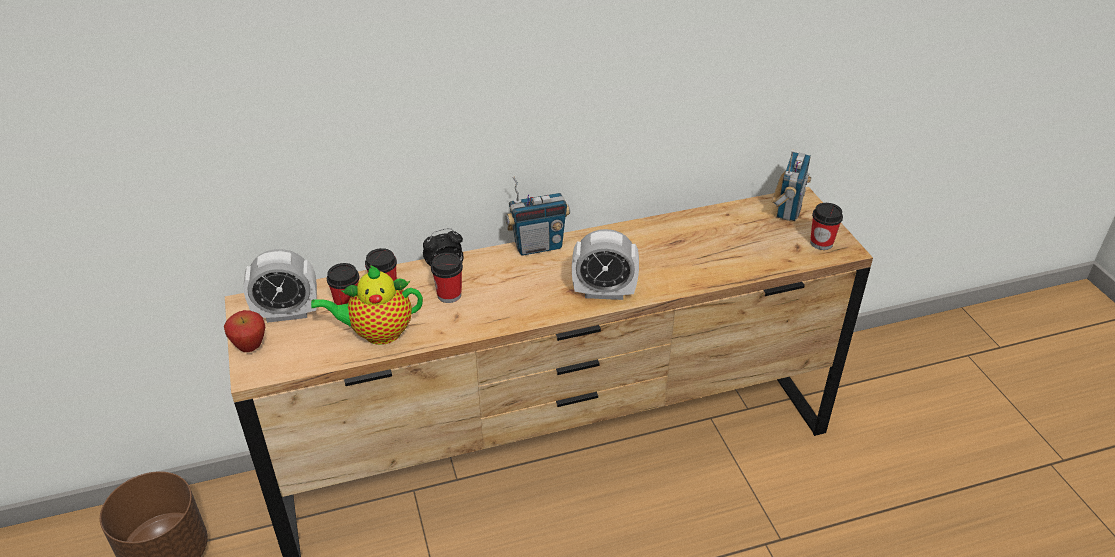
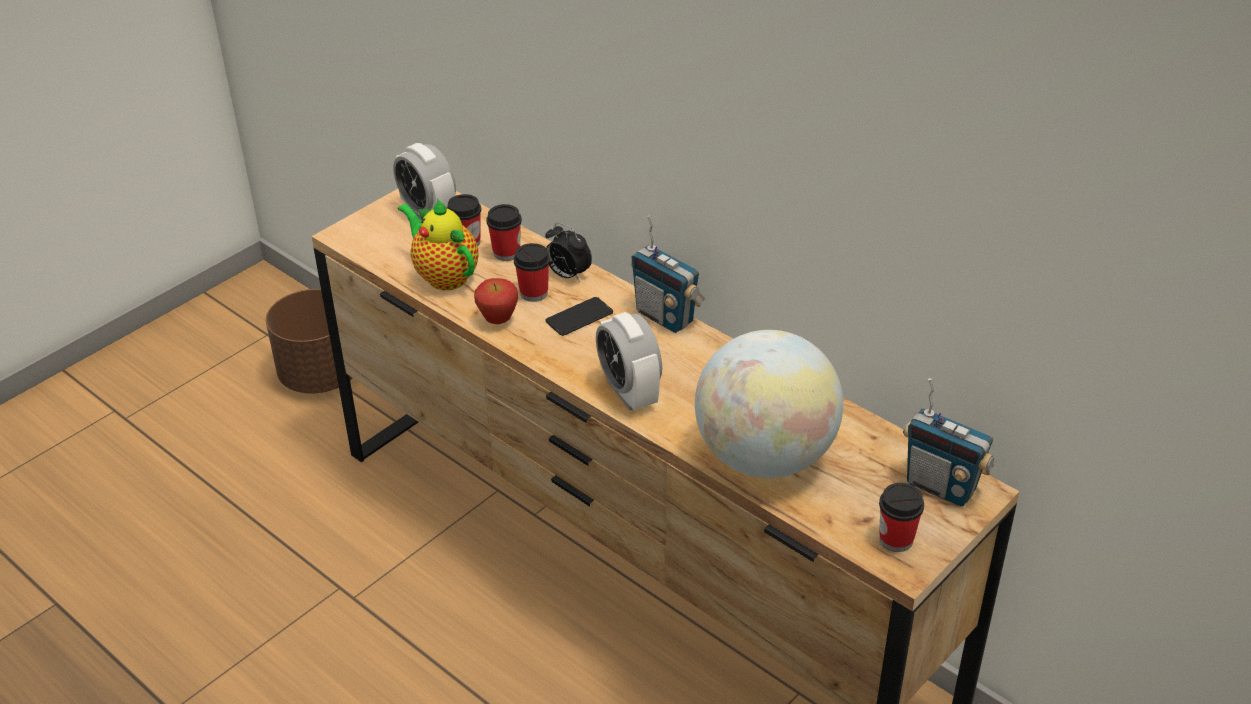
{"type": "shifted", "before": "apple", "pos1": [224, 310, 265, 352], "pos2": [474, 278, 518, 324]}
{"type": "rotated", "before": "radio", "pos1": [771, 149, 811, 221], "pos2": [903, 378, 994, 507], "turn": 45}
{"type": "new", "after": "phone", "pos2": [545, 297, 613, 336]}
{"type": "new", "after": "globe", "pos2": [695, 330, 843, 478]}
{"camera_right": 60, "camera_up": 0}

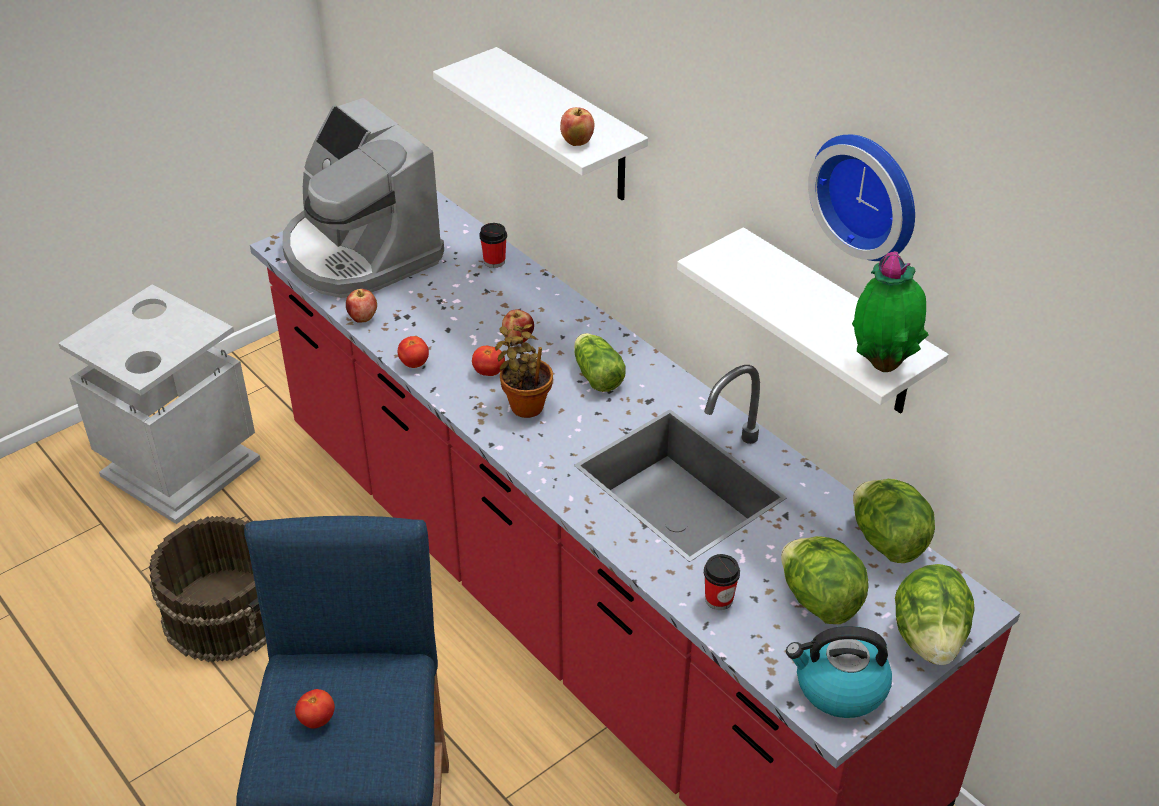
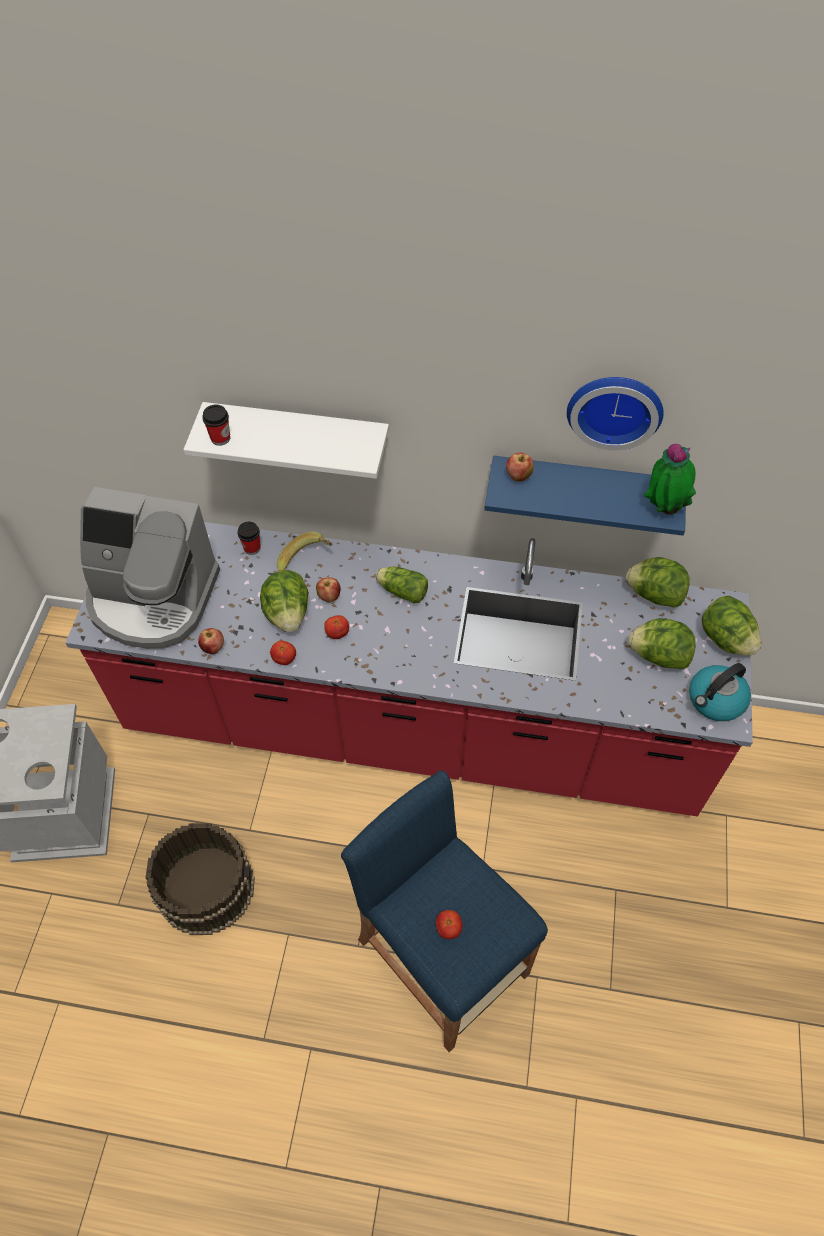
{"type": "gone", "before": "potted plant", "pos1": [495, 324, 553, 418]}
{"type": "shifted", "before": "apple", "pos1": [560, 107, 595, 146], "pos2": [506, 453, 533, 482]}
{"type": "repainted", "before": "white shelf", "after": "blue shelf", "pos1": [677, 227, 949, 414], "pos2": [484, 456, 686, 536]}
{"type": "shifted", "before": "cup", "pos1": [704, 554, 740, 610], "pos2": [202, 404, 230, 446]}
{"type": "new", "after": "lettuce", "pos2": [260, 570, 309, 632]}
{"type": "new", "after": "banana", "pos2": [277, 531, 332, 571]}
{"camera_right": -40, "camera_up": 15}

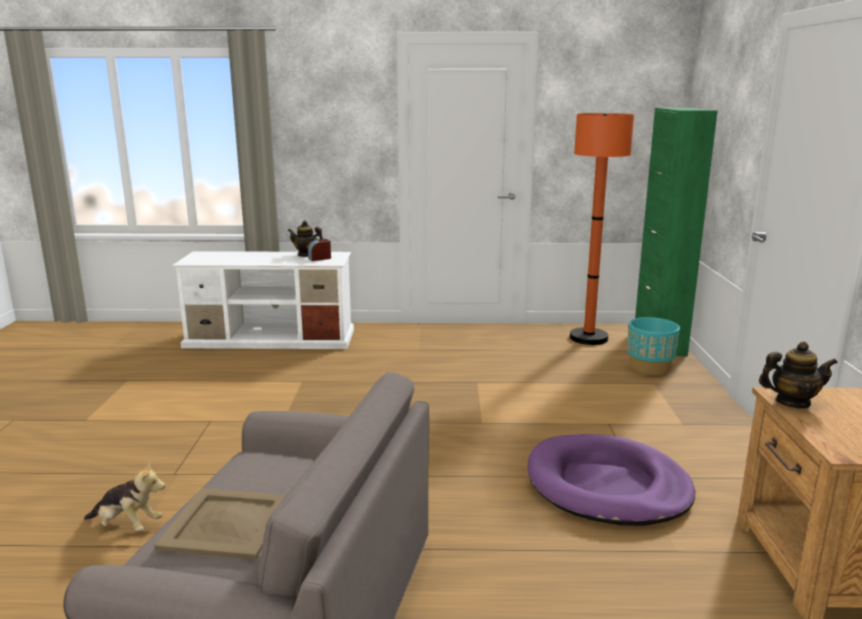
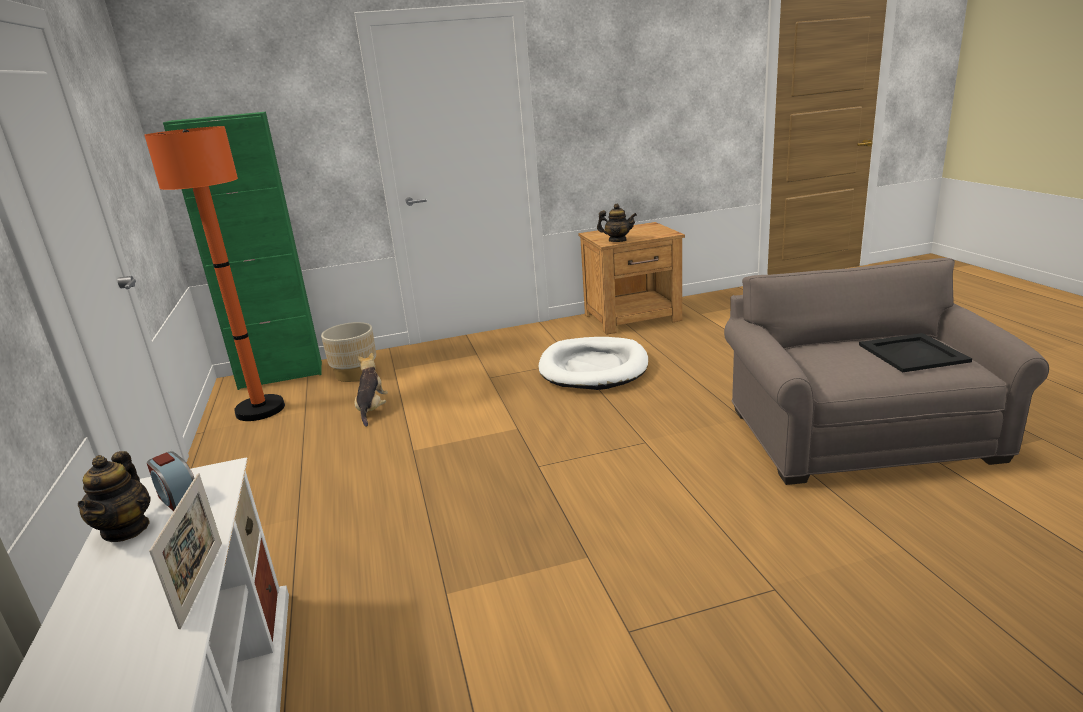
{"type": "shifted", "before": "plush toy", "pos1": [84, 461, 165, 531], "pos2": [355, 353, 388, 427]}
{"type": "repainted", "before": "beige tray", "after": "black tray", "pos1": [154, 488, 286, 559], "pos2": [859, 333, 972, 372]}
{"type": "repainted", "before": "purple dog bed", "after": "white dog bed", "pos1": [528, 434, 695, 526], "pos2": [539, 337, 648, 390]}
{"type": "repainted", "before": "turquoise planter", "after": "beige planter", "pos1": [627, 317, 680, 375], "pos2": [321, 322, 376, 382]}
{"type": "rotated", "before": "teapot", "pos1": [759, 341, 838, 408], "pos2": [597, 204, 637, 242], "turn": 120}
{"type": "new", "after": "picture frame", "pos2": [149, 473, 222, 629]}
{"camera_right": -105, "camera_up": 5}

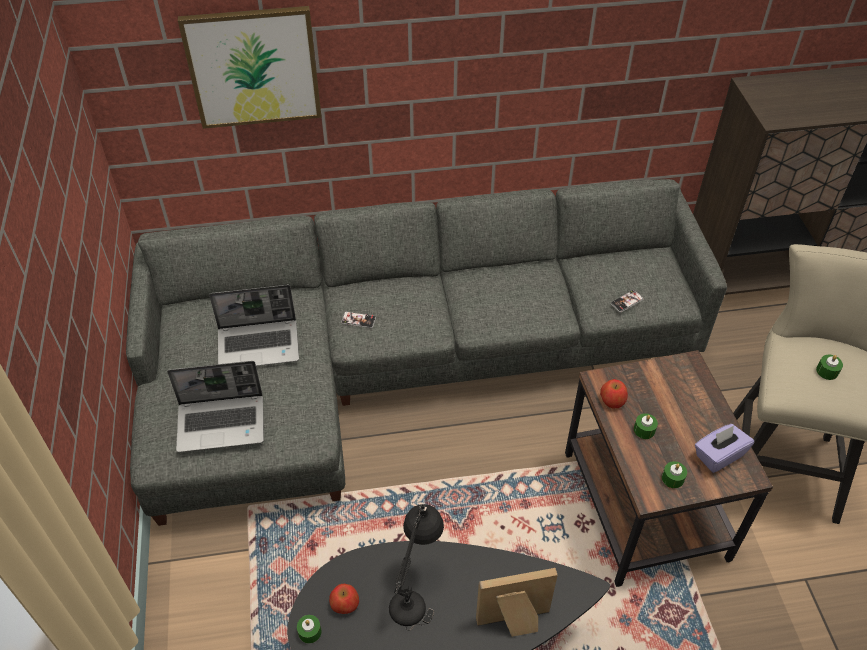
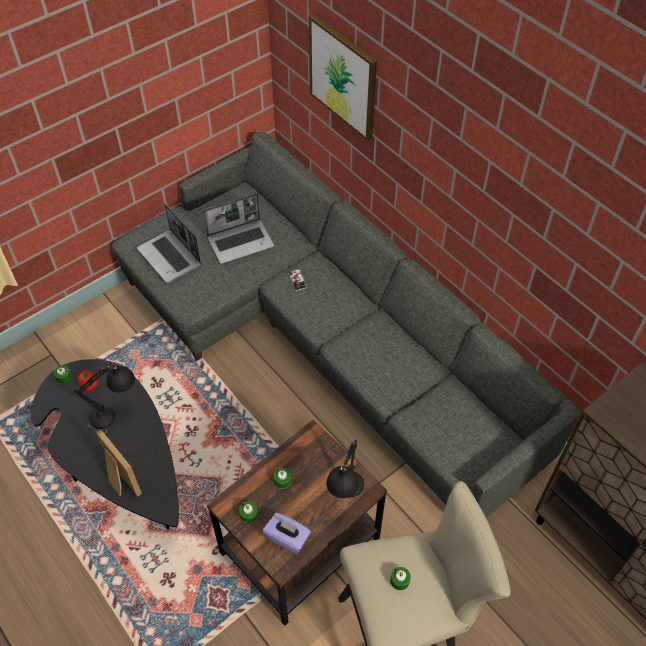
{"type": "rotated", "before": "laptop", "pos1": [209, 285, 299, 366], "pos2": [203, 193, 274, 264], "turn": -75}
{"type": "gone", "before": "apple", "pos1": [600, 379, 628, 408]}
{"type": "gone", "before": "phone", "pos1": [610, 290, 644, 312]}
{"type": "new", "after": "black table lamp", "pos2": [326, 439, 364, 498]}
{"camera_right": 60, "camera_up": 5}

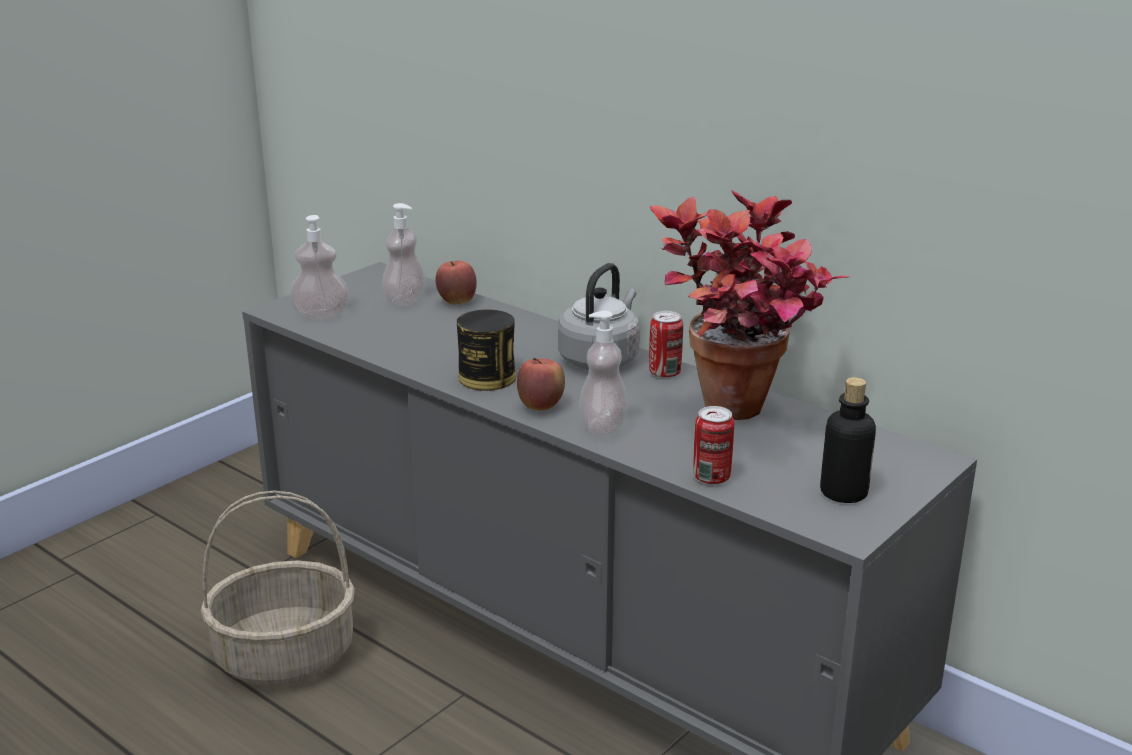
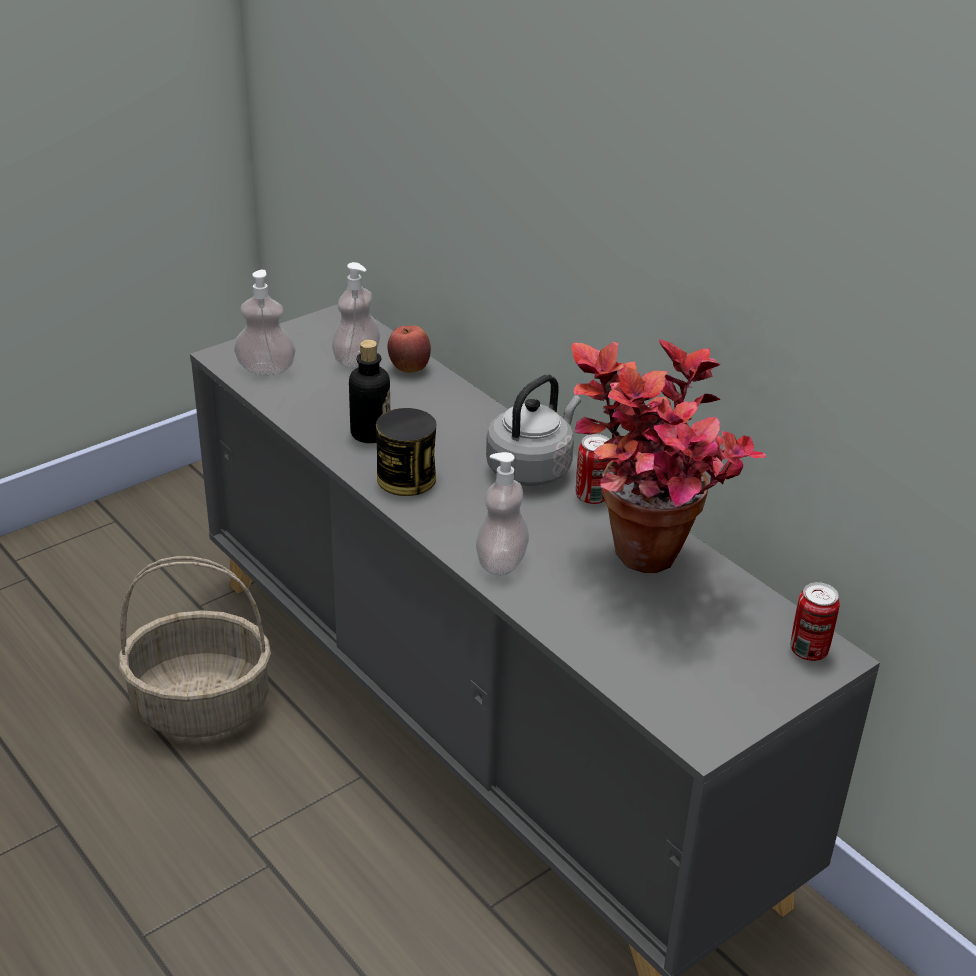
{"type": "gone", "before": "apple", "pos1": [517, 357, 565, 411]}
{"type": "shifted", "before": "can", "pos1": [693, 406, 734, 485], "pos2": [791, 582, 840, 661]}
{"type": "shifted", "before": "bottle", "pos1": [820, 377, 876, 503], "pos2": [349, 340, 390, 443]}
{"camera_right": 10, "camera_up": 10}

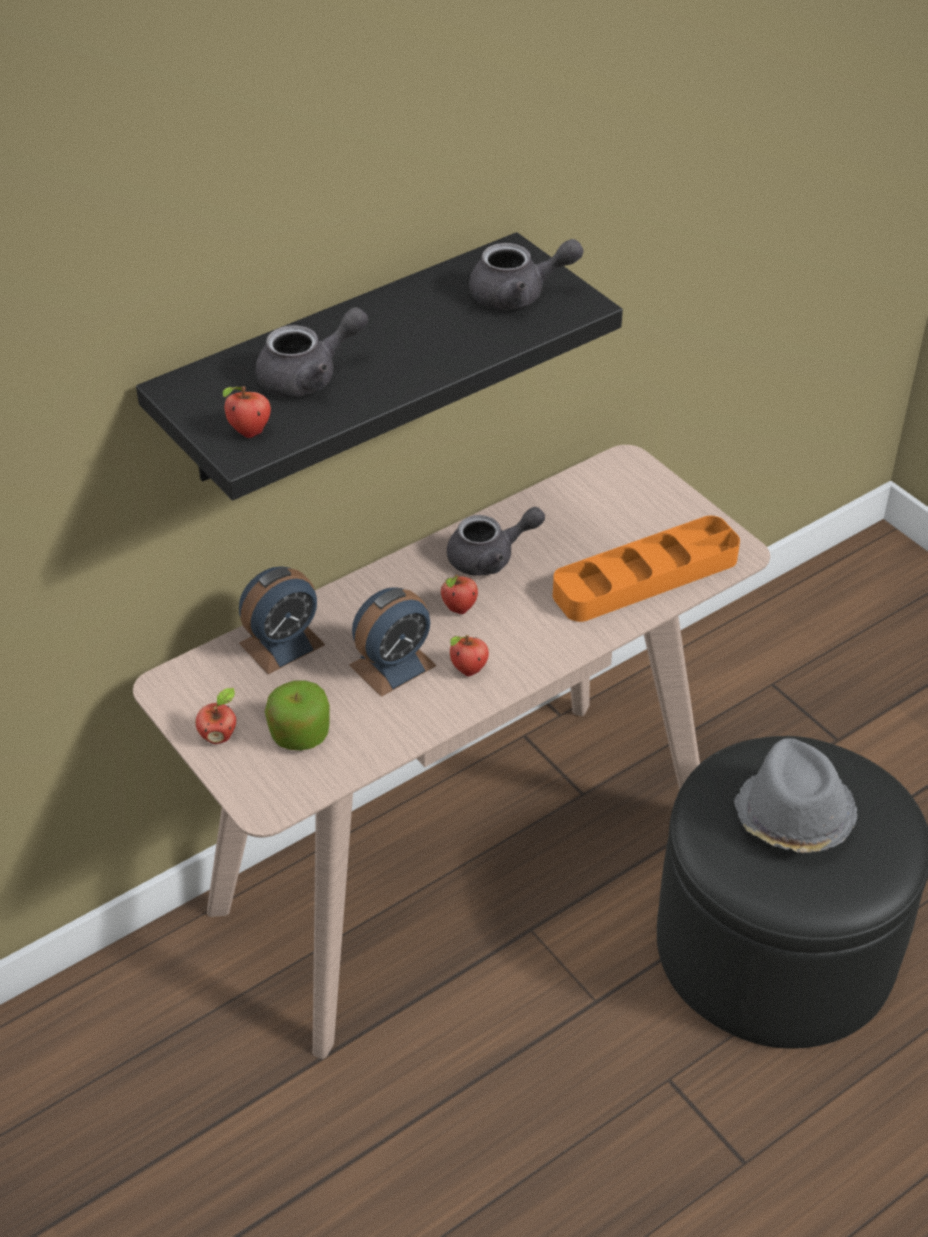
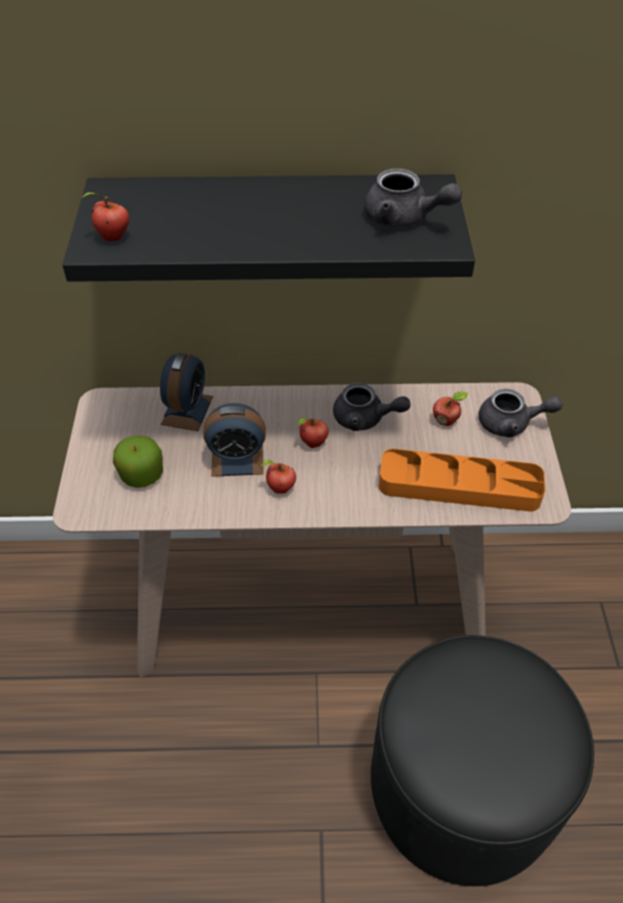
{"type": "shifted", "before": "apple", "pos1": [195, 688, 236, 744], "pos2": [433, 391, 468, 426]}
{"type": "rotated", "before": "alarm clock", "pos1": [239, 567, 325, 674], "pos2": [160, 353, 213, 431], "turn": -75}
{"type": "shifted", "before": "grey teapot", "pos1": [255, 307, 368, 397], "pos2": [479, 389, 563, 437]}
{"type": "gone", "before": "grey hat", "pos1": [734, 738, 857, 853]}
{"camera_right": 35, "camera_up": 5}

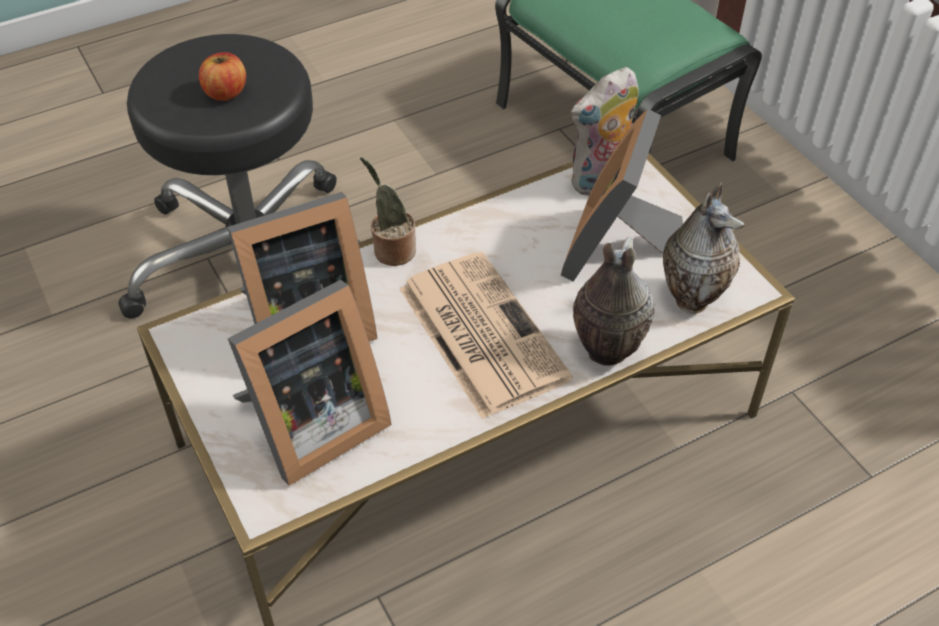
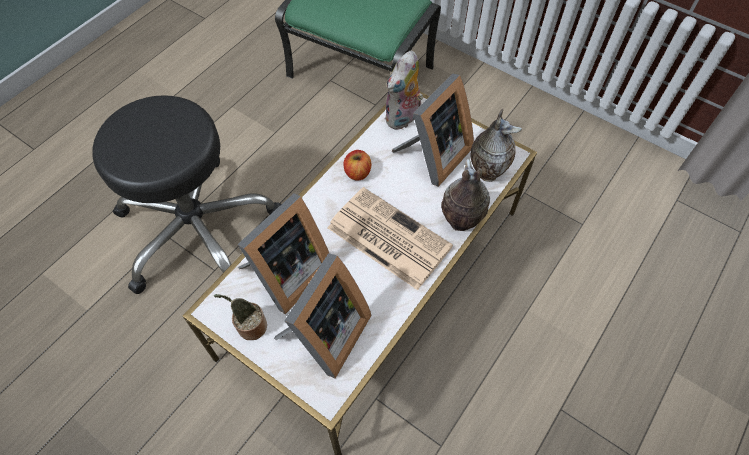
{"type": "shifted", "before": "apple", "pos1": [199, 52, 246, 101], "pos2": [343, 150, 371, 181]}
{"type": "shifted", "before": "potted plant", "pos1": [360, 157, 416, 266], "pos2": [214, 294, 267, 340]}
{"type": "rotated", "before": "picture frame", "pos1": [561, 109, 683, 282], "pos2": [392, 73, 474, 187], "turn": -135}
{"camera_right": -25, "camera_up": 10}

